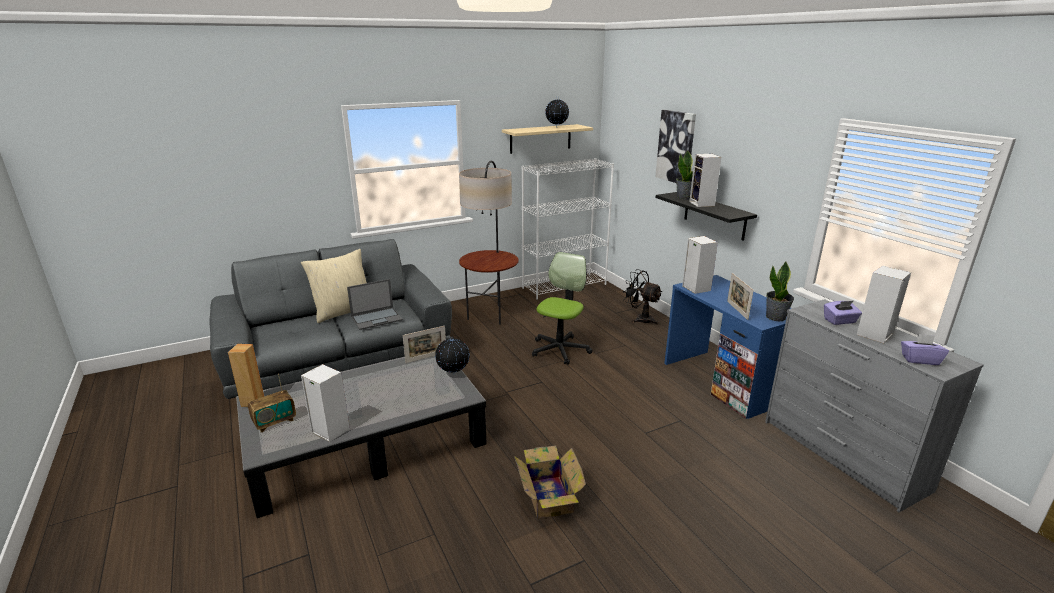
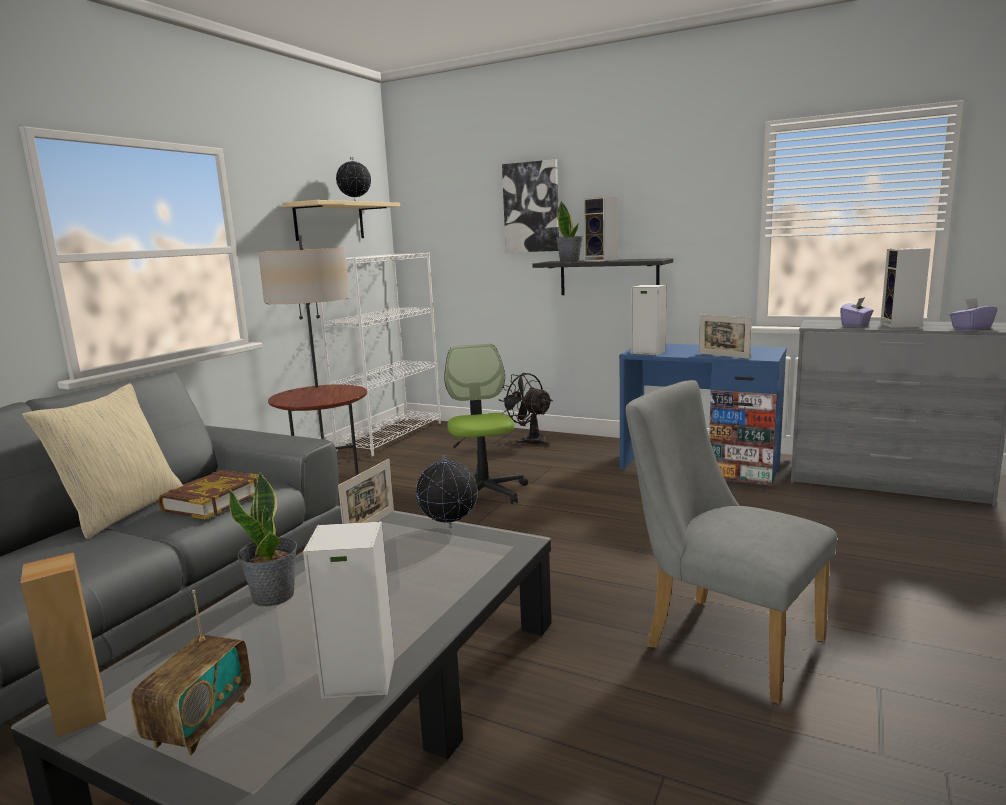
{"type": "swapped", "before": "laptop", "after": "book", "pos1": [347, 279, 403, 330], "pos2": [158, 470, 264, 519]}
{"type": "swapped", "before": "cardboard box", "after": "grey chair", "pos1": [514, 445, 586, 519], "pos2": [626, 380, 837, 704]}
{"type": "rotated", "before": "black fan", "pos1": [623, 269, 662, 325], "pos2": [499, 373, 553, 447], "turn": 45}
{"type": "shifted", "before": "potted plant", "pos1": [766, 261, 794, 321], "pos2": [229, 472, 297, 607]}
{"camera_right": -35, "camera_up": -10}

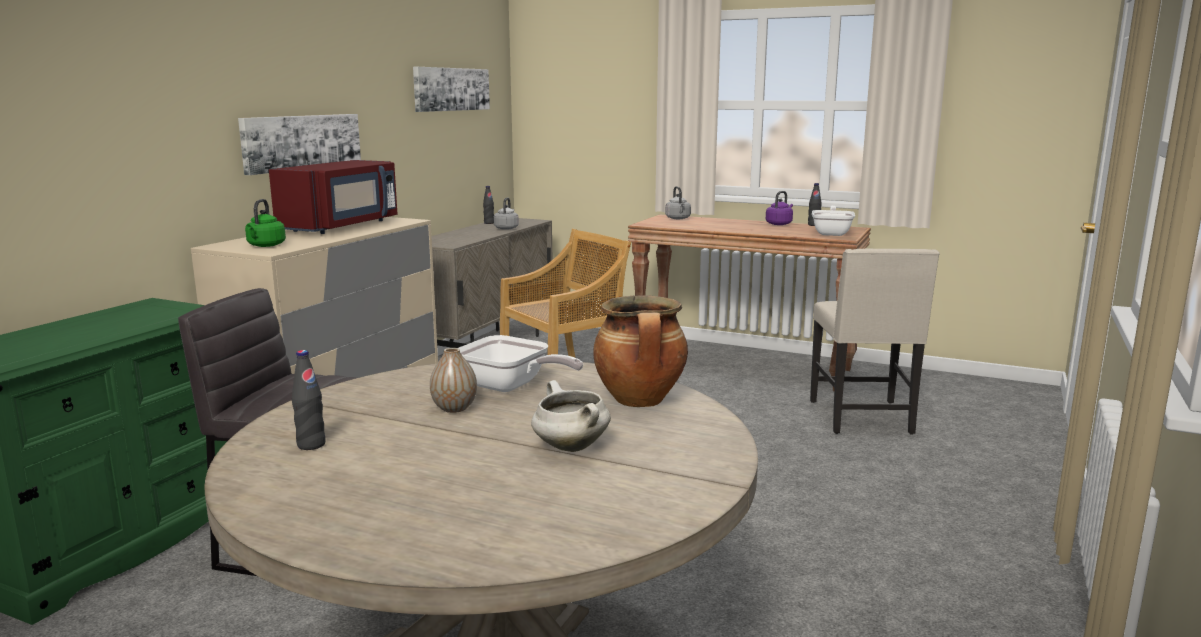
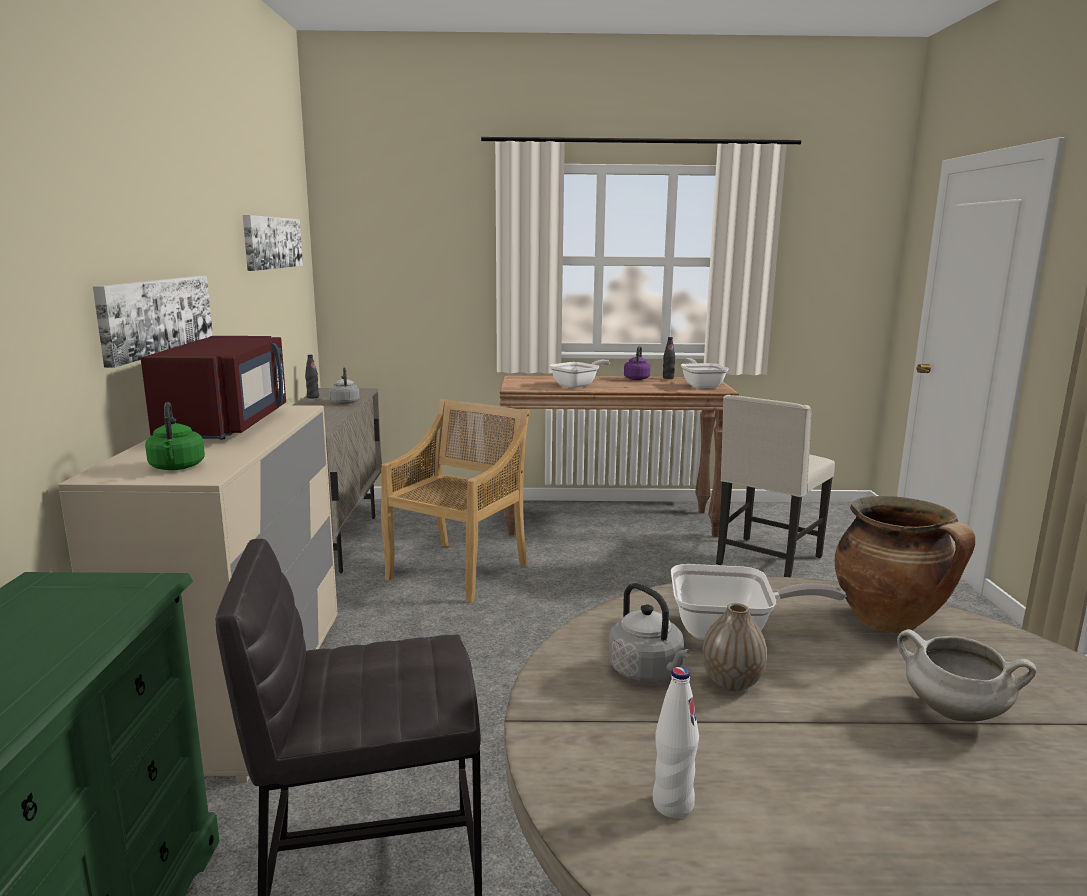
{"type": "repainted", "before": "black bottle", "after": "white bottle", "pos1": [292, 350, 326, 450], "pos2": [652, 667, 699, 818]}
{"type": "shifted", "before": "grey kettle", "pos1": [665, 186, 691, 219], "pos2": [609, 583, 691, 683]}
{"type": "rotated", "before": "beige chair", "pos1": [810, 249, 940, 435], "pos2": [716, 395, 835, 577], "turn": 60}
{"type": "new", "after": "frying pan", "pos2": [549, 360, 610, 388]}
{"camera_right": -25, "camera_up": 0}

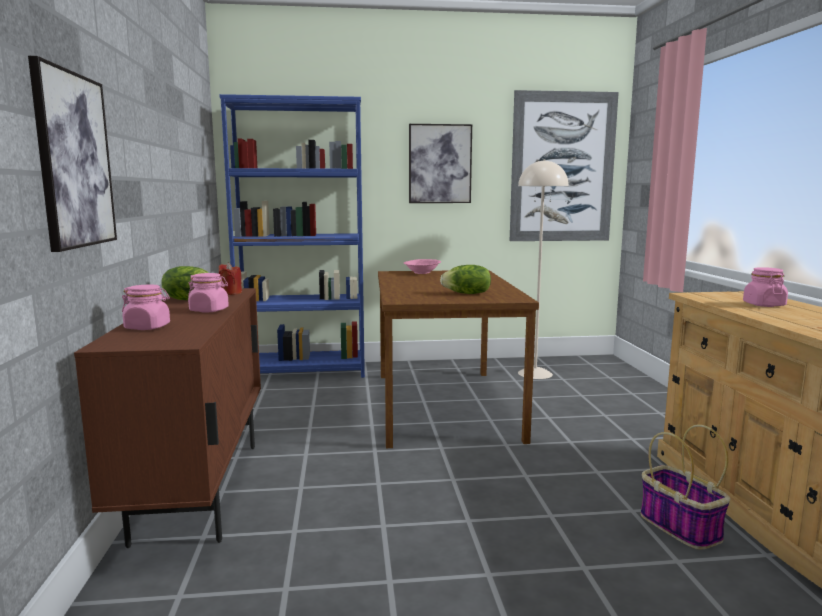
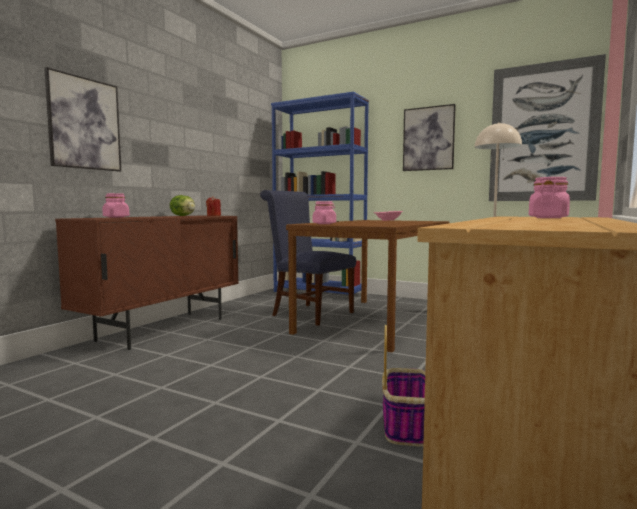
{"type": "shifted", "before": "pink jar", "pos1": [188, 273, 229, 313], "pos2": [313, 201, 336, 224]}
{"type": "gone", "before": "lettuce", "pos1": [440, 265, 491, 294]}
{"type": "new", "after": "blue chair", "pos2": [260, 190, 356, 326]}
{"camera_right": 35, "camera_up": -5}

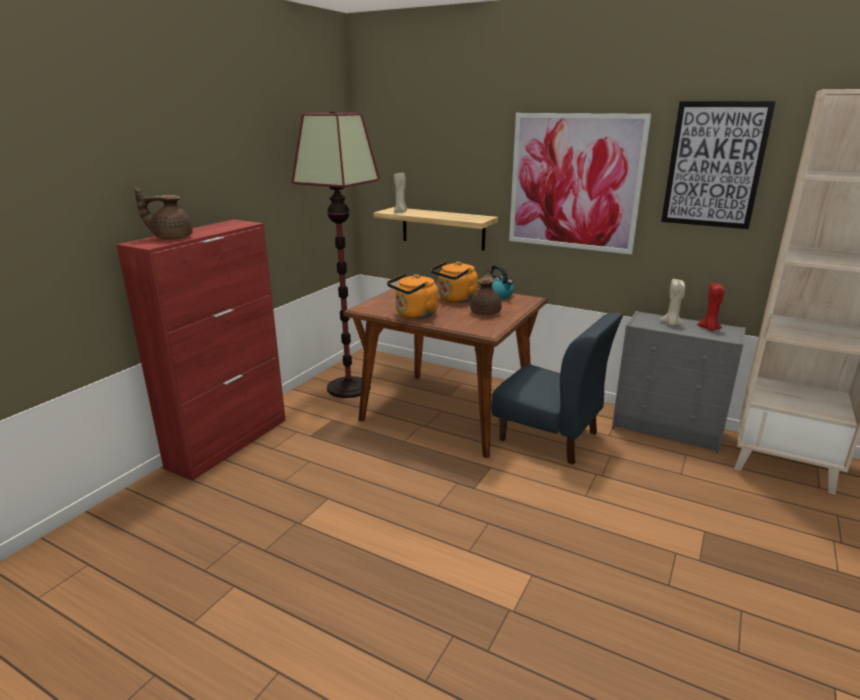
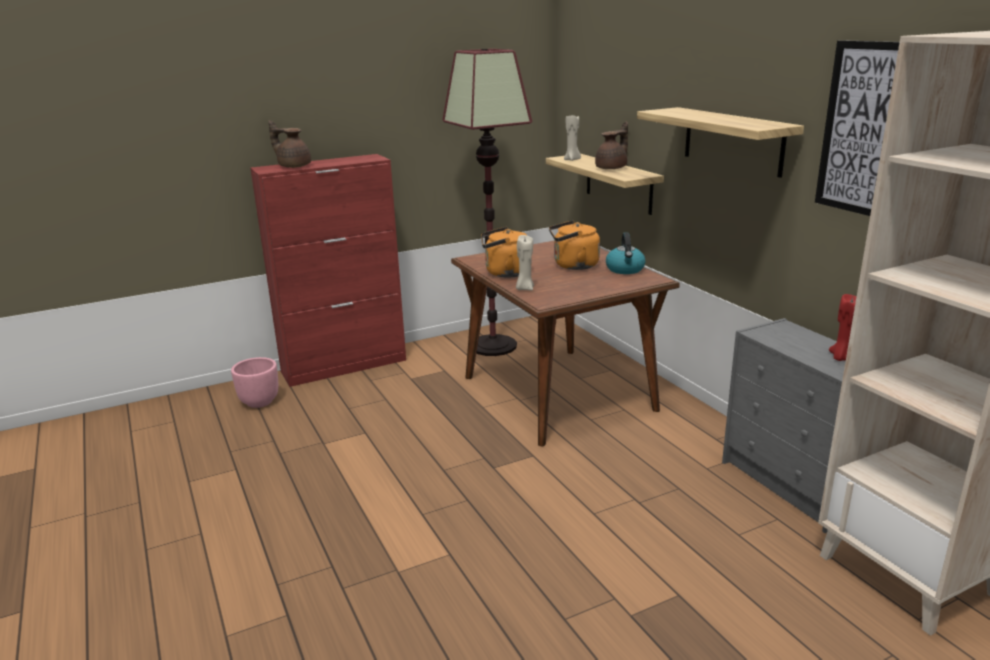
{"type": "shifted", "before": "brown teapot", "pos1": [470, 266, 502, 315], "pos2": [595, 121, 628, 169]}
{"type": "gone", "before": "blue chair", "pos1": [491, 313, 623, 465]}
{"type": "swapped", "before": "picture", "after": "shelf", "pos1": [509, 113, 651, 255], "pos2": [637, 107, 804, 178]}
{"type": "shifted", "before": "beige candle", "pos1": [660, 279, 685, 326], "pos2": [516, 235, 534, 290]}
{"type": "new", "after": "pink planter", "pos2": [231, 357, 278, 408]}
{"camera_right": 35, "camera_up": 0}

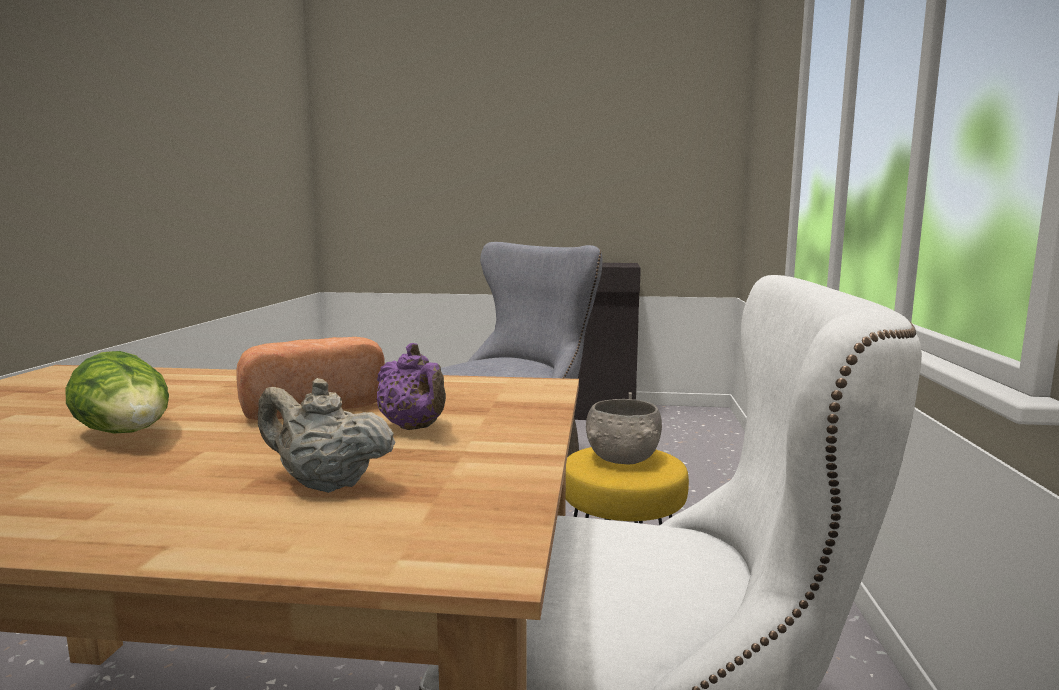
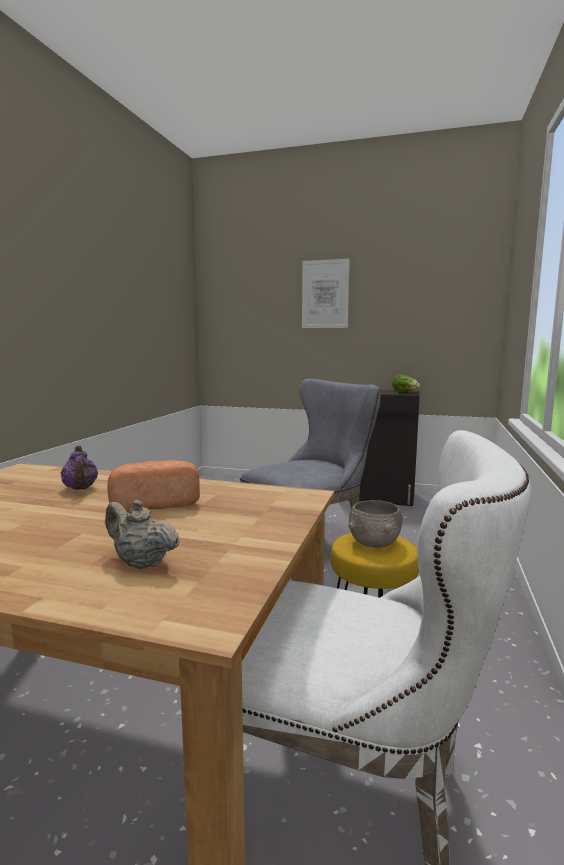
{"type": "shifted", "before": "lettuce", "pos1": [66, 351, 169, 433], "pos2": [392, 375, 420, 392]}
{"type": "shifted", "before": "purple teapot", "pos1": [377, 343, 446, 430], "pos2": [60, 445, 98, 490]}
{"type": "new", "after": "picture", "pos2": [302, 259, 350, 328]}
{"camera_right": 10, "camera_up": 0}

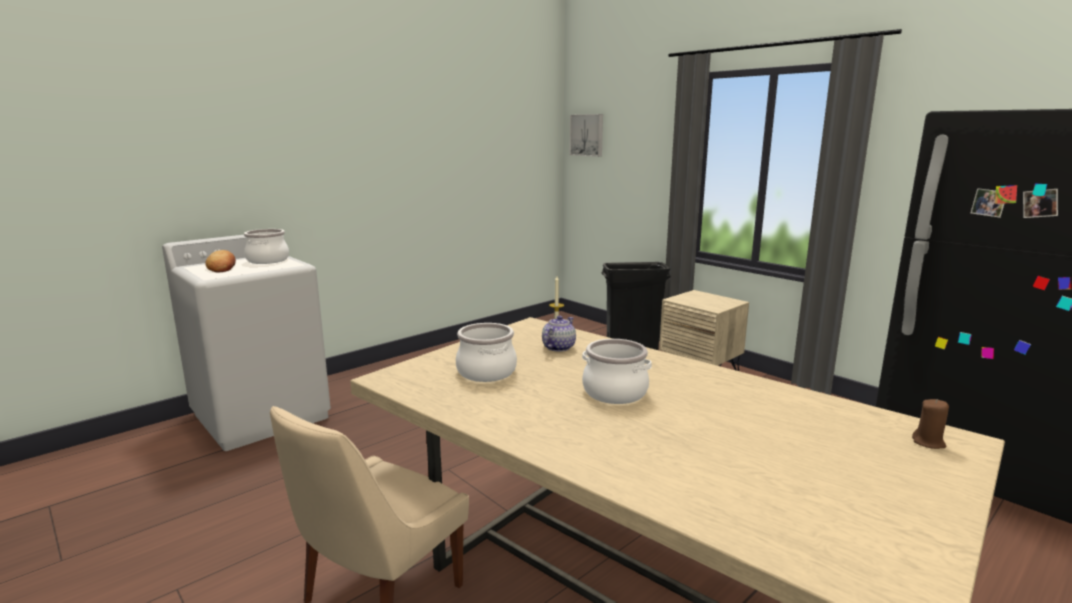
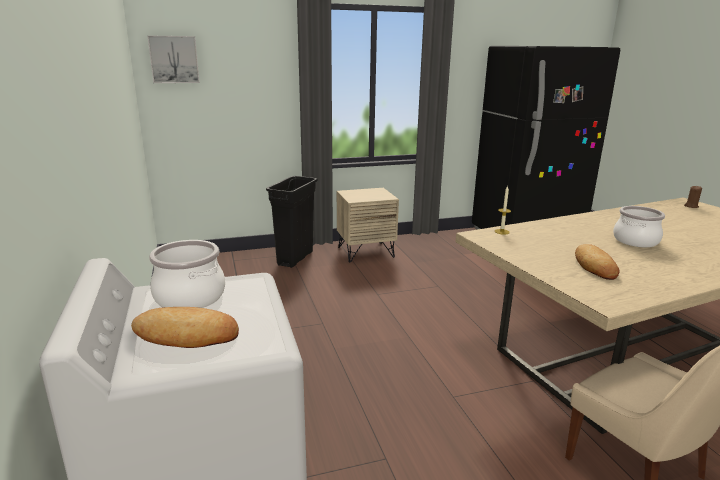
{"type": "swapped", "before": "cooking pot", "after": "bread", "pos1": [456, 323, 517, 382], "pos2": [575, 244, 619, 280]}
{"type": "gone", "before": "teapot", "pos1": [542, 316, 576, 352]}
{"camera_right": -65, "camera_up": 5}

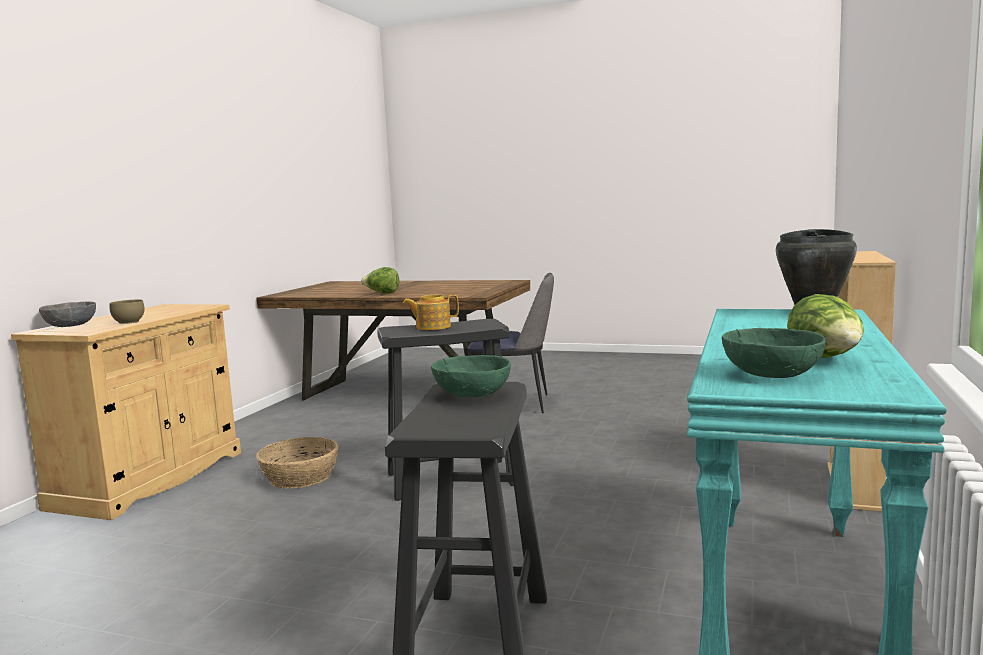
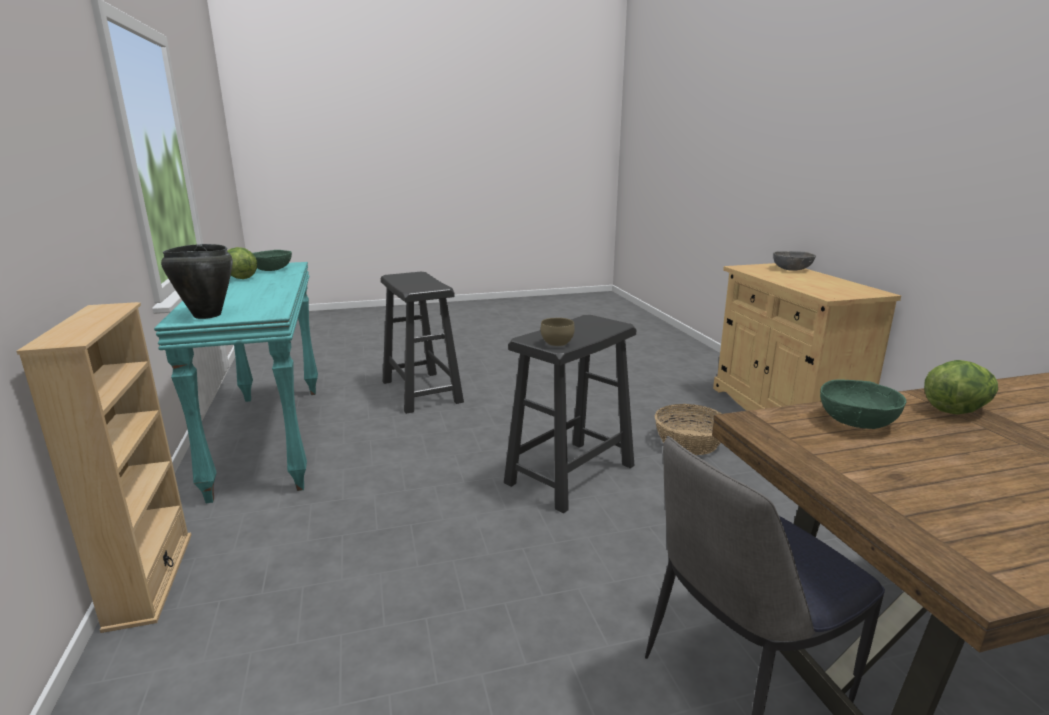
{"type": "shifted", "before": "brown bowl", "pos1": [110, 300, 144, 324], "pos2": [541, 318, 575, 347]}
{"type": "gone", "before": "teapot", "pos1": [403, 294, 459, 330]}
{"type": "shifted", "before": "green bowl", "pos1": [431, 355, 511, 397], "pos2": [820, 379, 906, 429]}
{"camera_right": 145, "camera_up": 10}

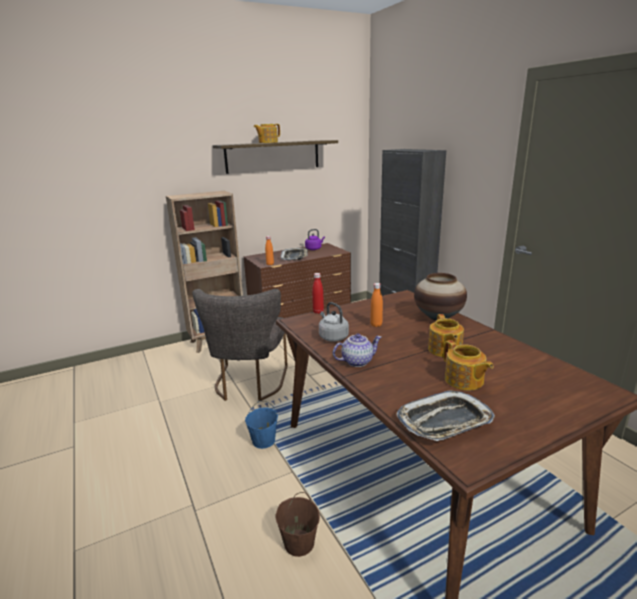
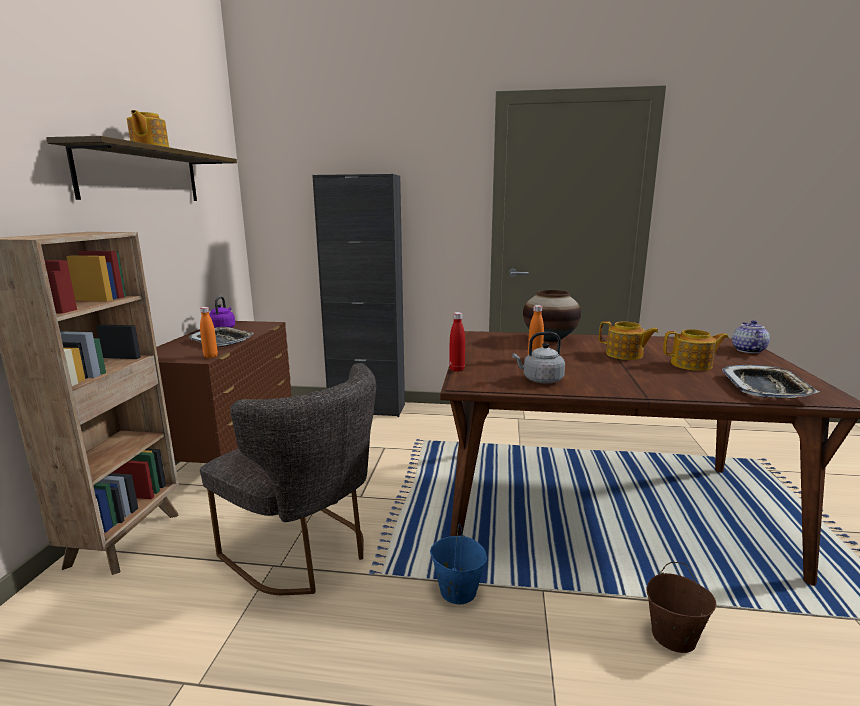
{"type": "shifted", "before": "teapot", "pos1": [333, 333, 381, 367], "pos2": [732, 320, 770, 353]}
{"camera_right": -55, "camera_up": -5}

